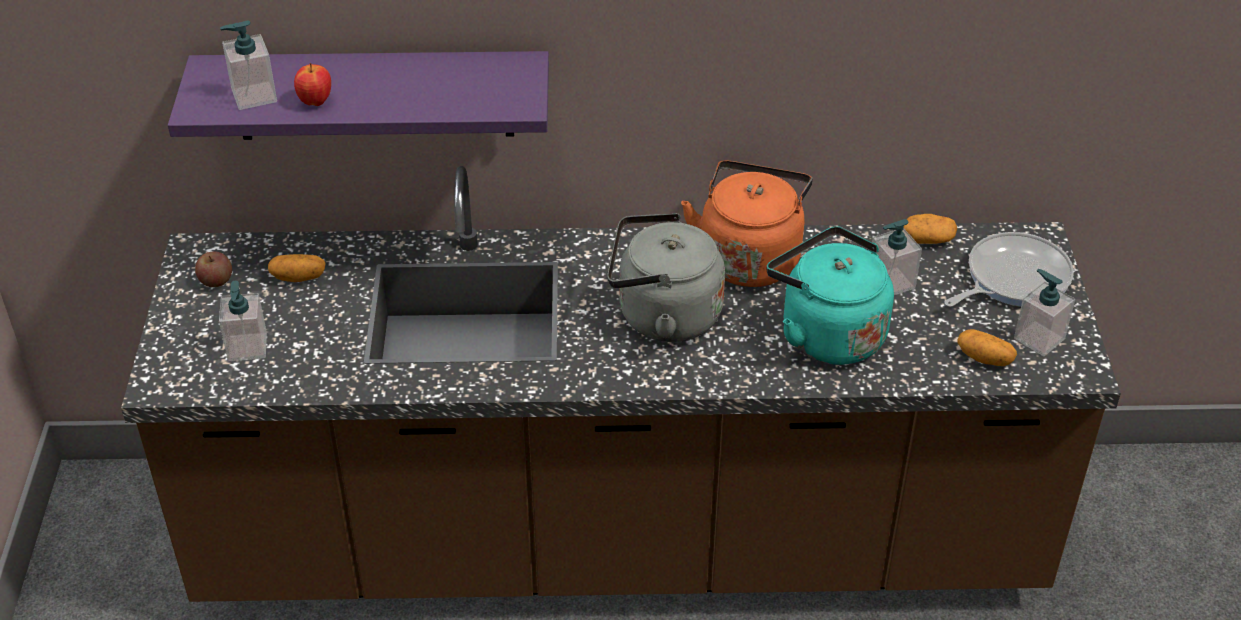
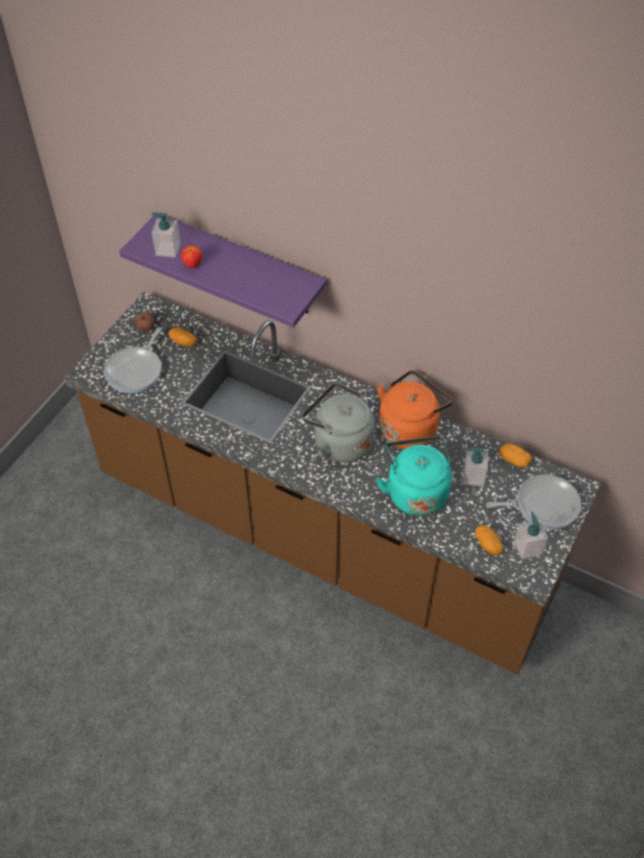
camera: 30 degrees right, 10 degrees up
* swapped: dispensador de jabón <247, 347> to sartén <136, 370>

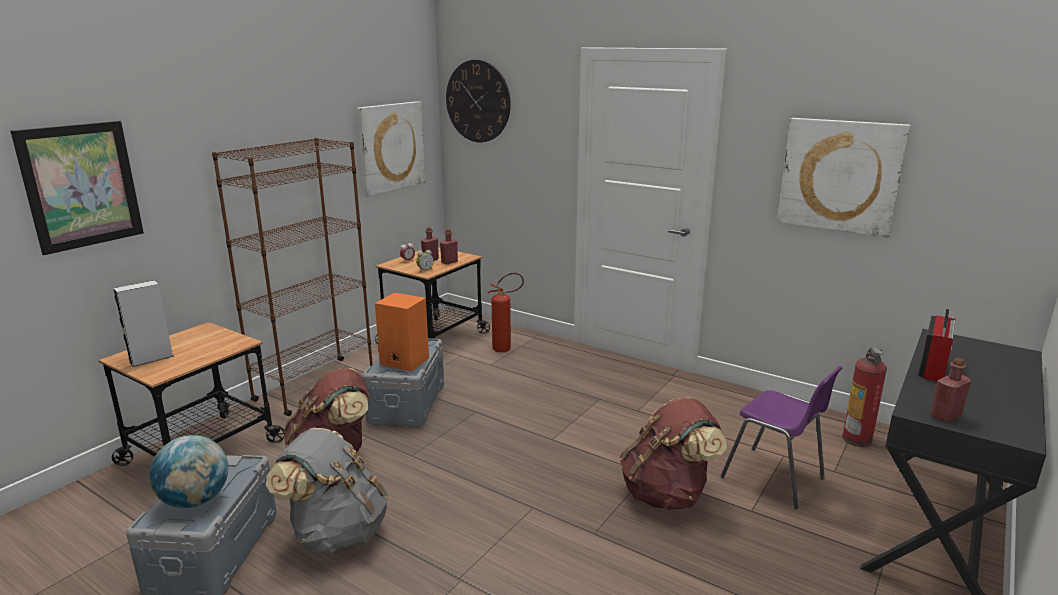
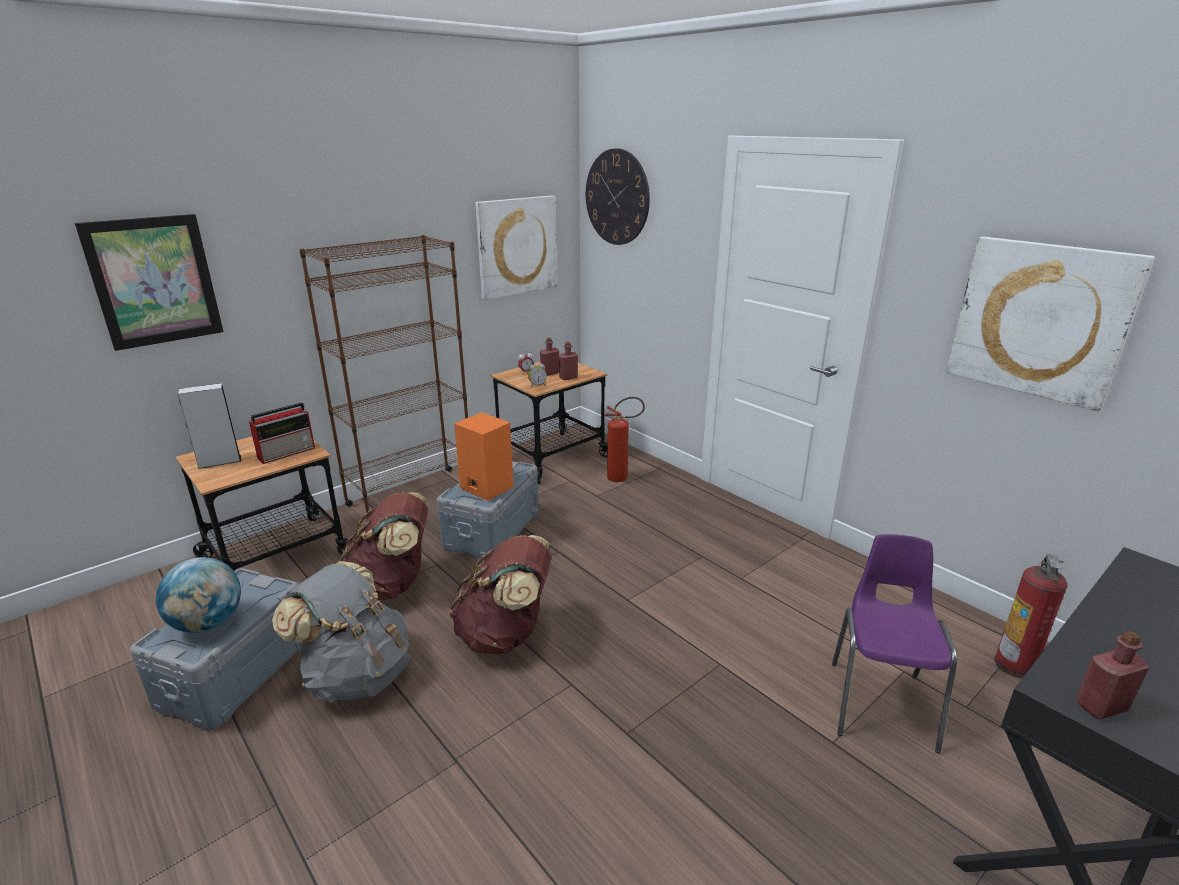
camera: 15 degrees right, 5 degrees up
* shifted: radio <933, 368> to <287, 452>
* shifted: mochila (marrón) <667, 494> to <505, 634>
* rotated: silla (morado) <775, 479> = <880, 702> 135 degrees counterclockwise

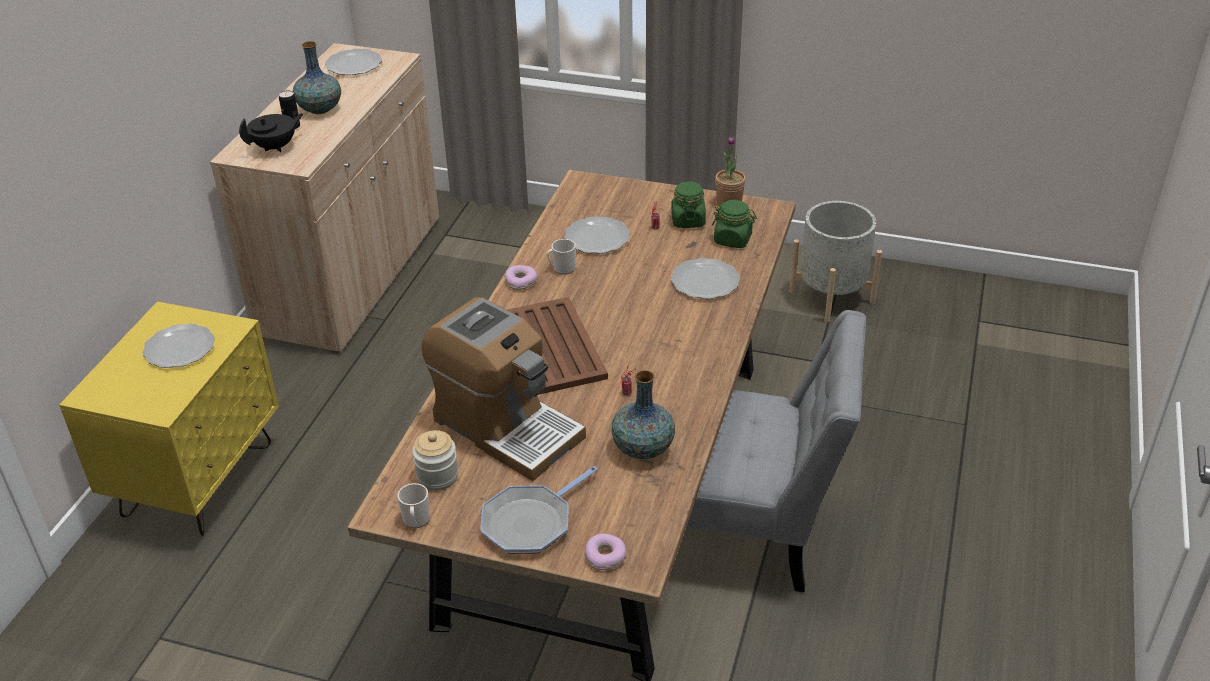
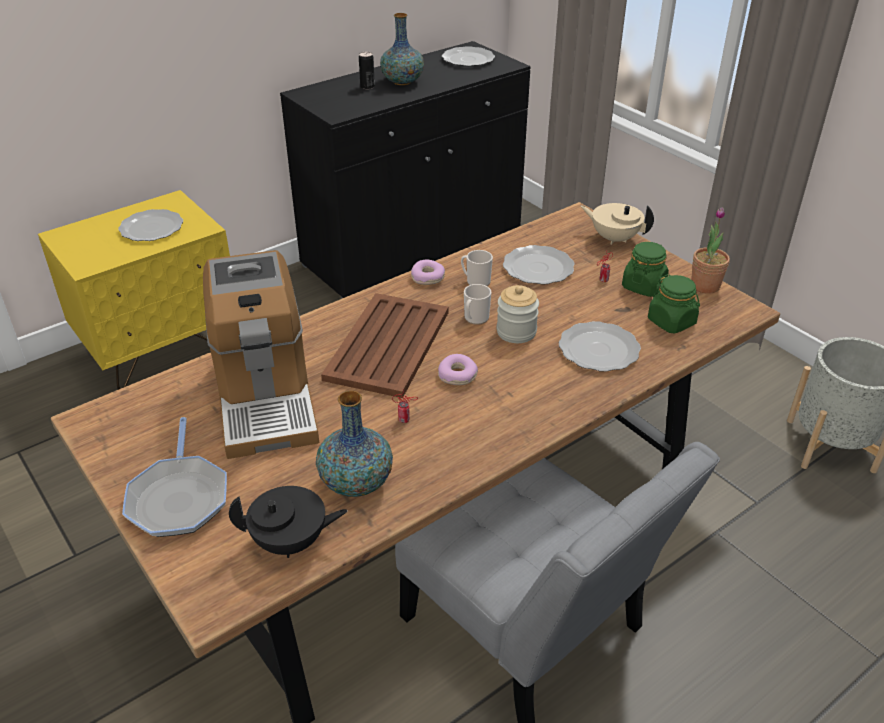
camera: 35 degrees right, 0 degrees up
* rotated: sartén <530, 522> = <179, 497> 90 degrees counterclockwise
* shifted: tetera (negro) <276, 147> to <291, 542>
* repainted: armario (beis) <352, 276> to armario (negro) <413, 248>
* shifted: rosquilla <605, 556> to <458, 375>
* shifted: taza grande <416, 521> to <475, 319>
* shifted: tarro <437, 476> to <516, 332>
* new: tetera (beis) <614, 238>

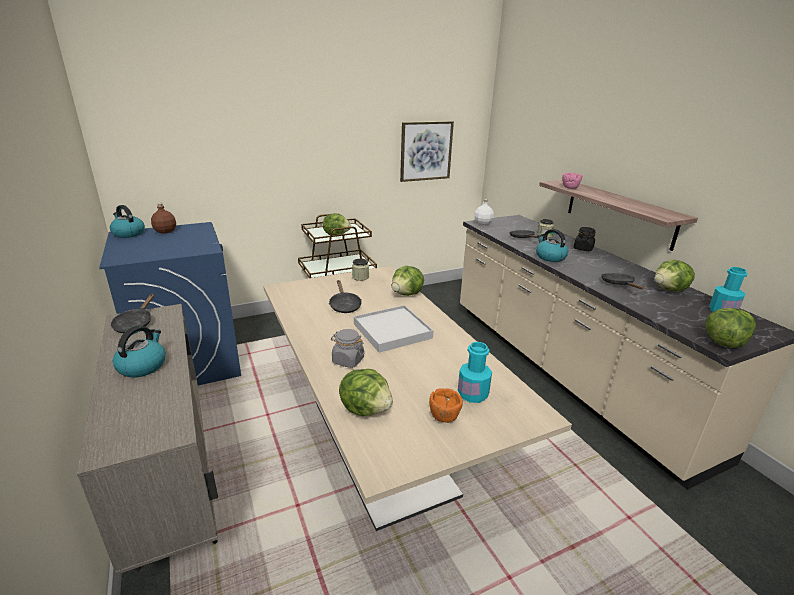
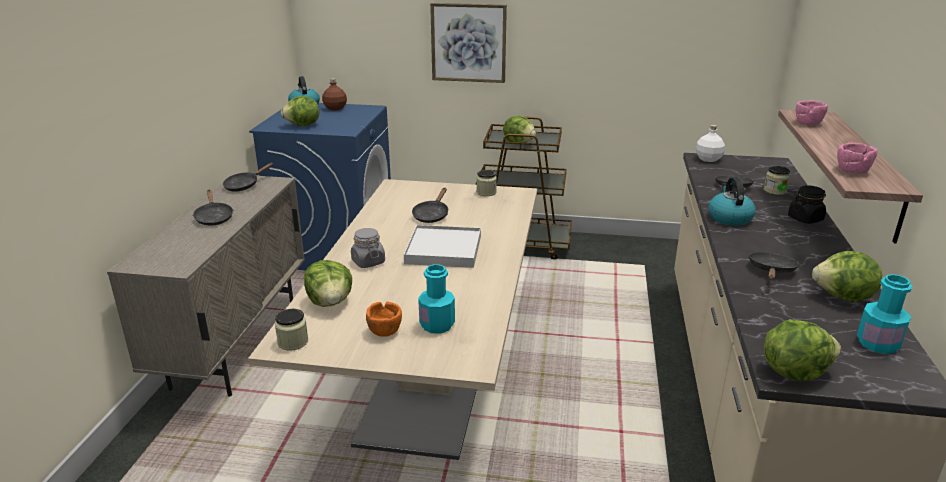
camera: 35 degrees right, 0 degrees up
* swapped: hervidor <142, 366> to sartén (negro) <213, 217>
* new: tarro <293, 342>
* shifted: lechuga <407, 294> to <303, 125>
* shifted: cuadro <426, 151> to <468, 43>
* new: cuenco (rosa) <852, 170>

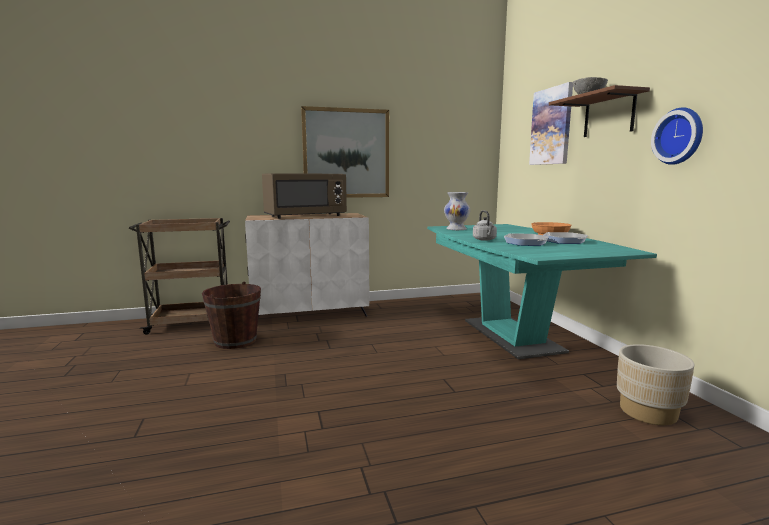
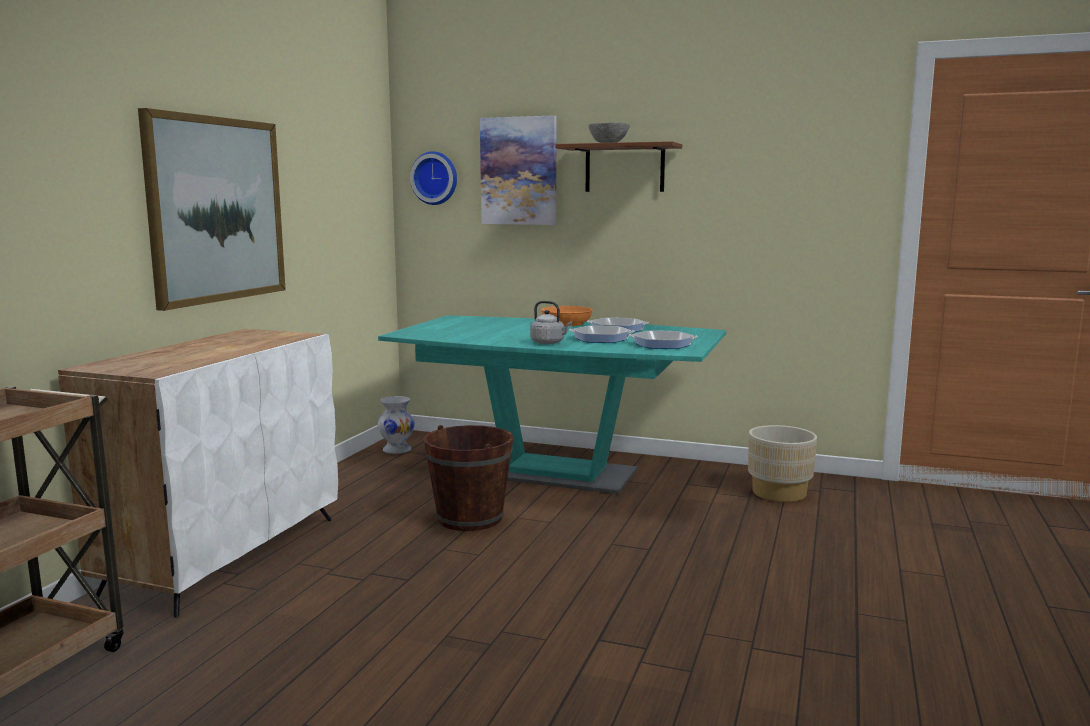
camera: 55 degrees left, 0 degrees up
* shifted: florero (blanco) <456, 229> to <397, 450>
* shifted: reloj de pared <680, 136> to <435, 178>
* shifted: cubo (marrón) <235, 341> to <470, 518>
* new: sartén <662, 344>
* gone: microondas (marrón) <305, 216>

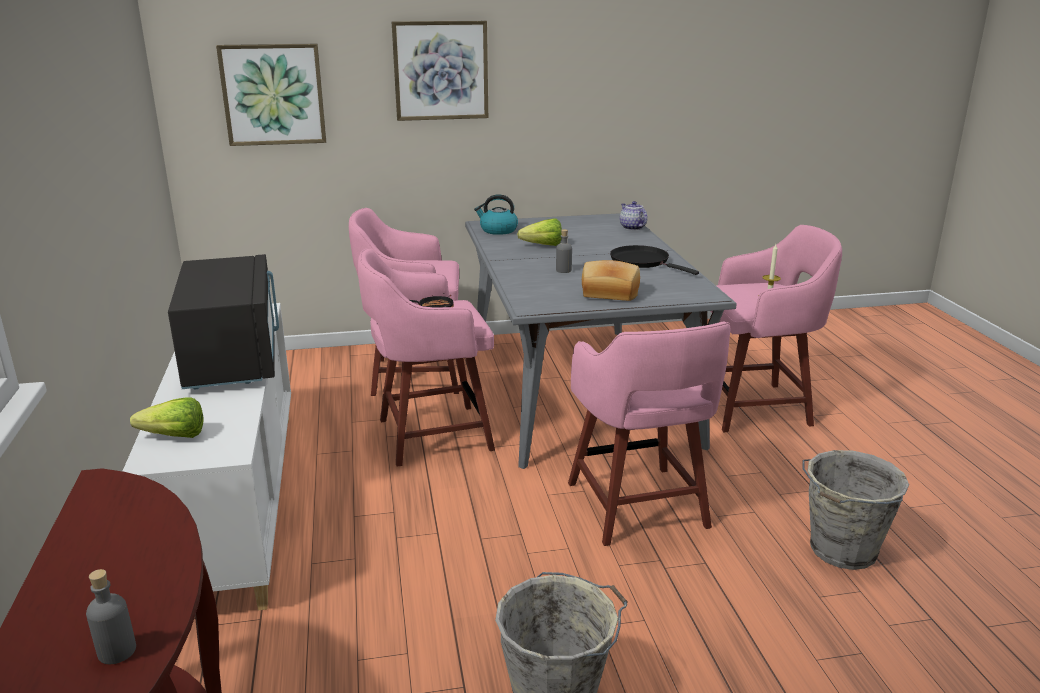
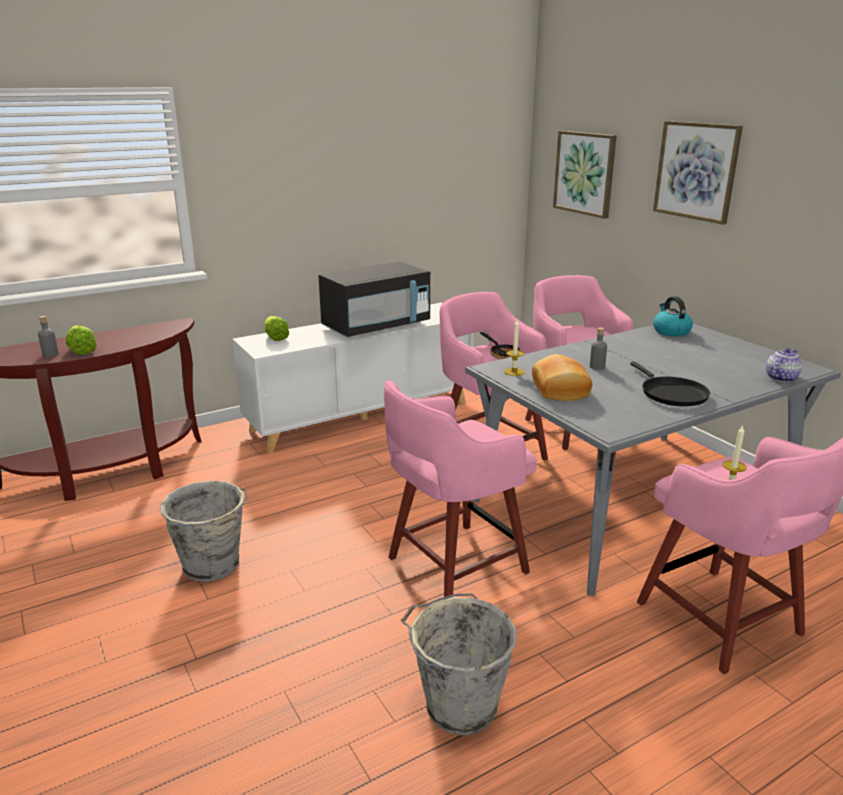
camera: 70 degrees right, 0 degrees up
* shifted: lechuga <539, 246> to <82, 349>
* new: vela <514, 372>
* rotated: sartén (negro) <643, 261> = <671, 394> 135 degrees clockwise

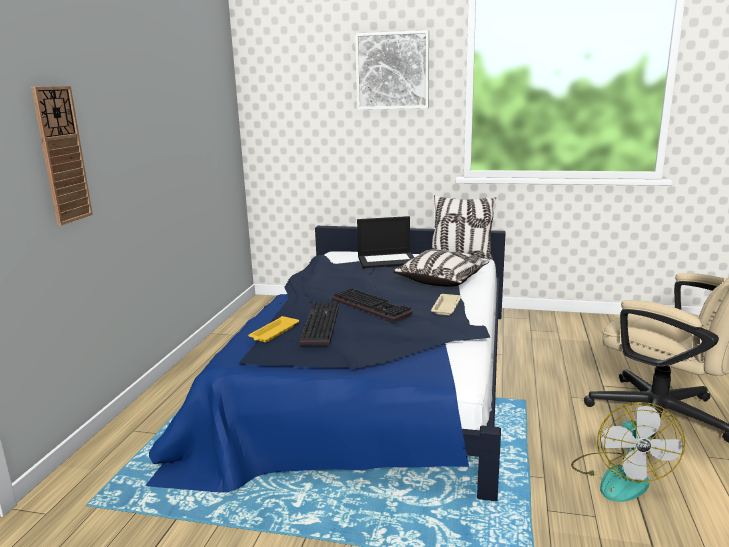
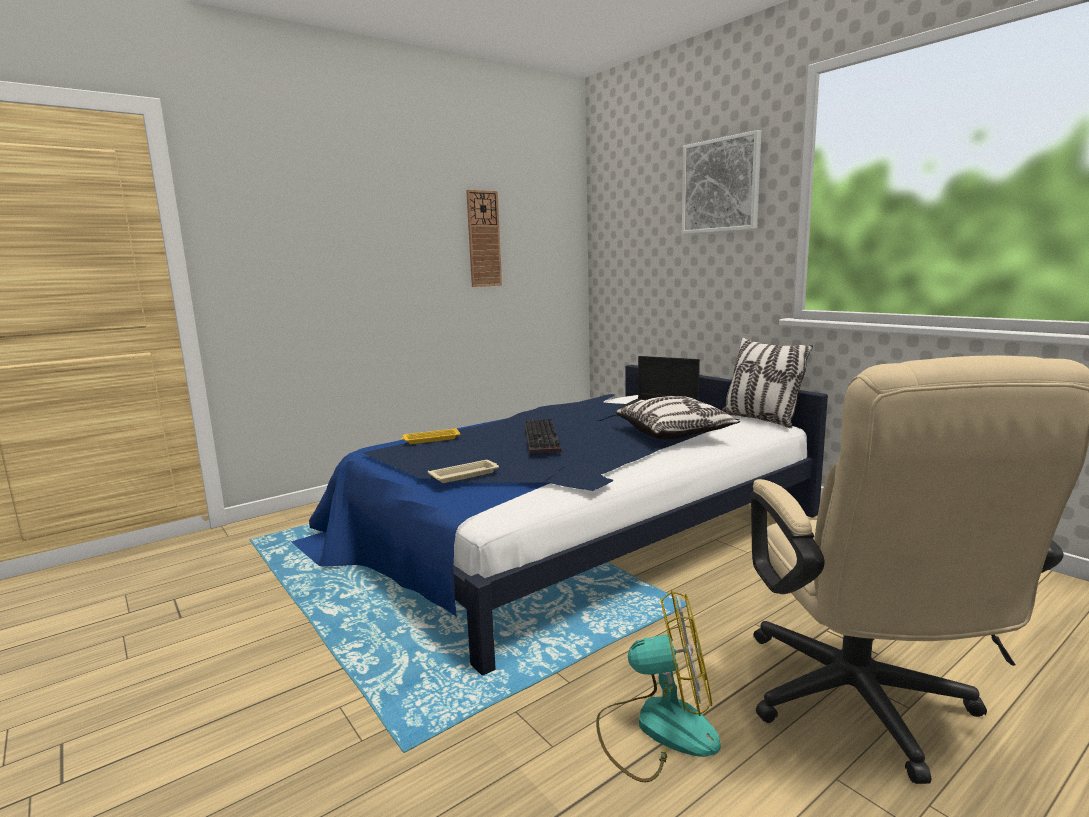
camera: 40 degrees right, 5 degrees down
* shifted: bandeja (beis) <446, 307> to <465, 475>
* shifted: reloj de pared <62, 155> to <483, 239>
* rotated: ventilador <620, 476> = <657, 728> 135 degrees counterclockwise
* gone: teclado <319, 324>

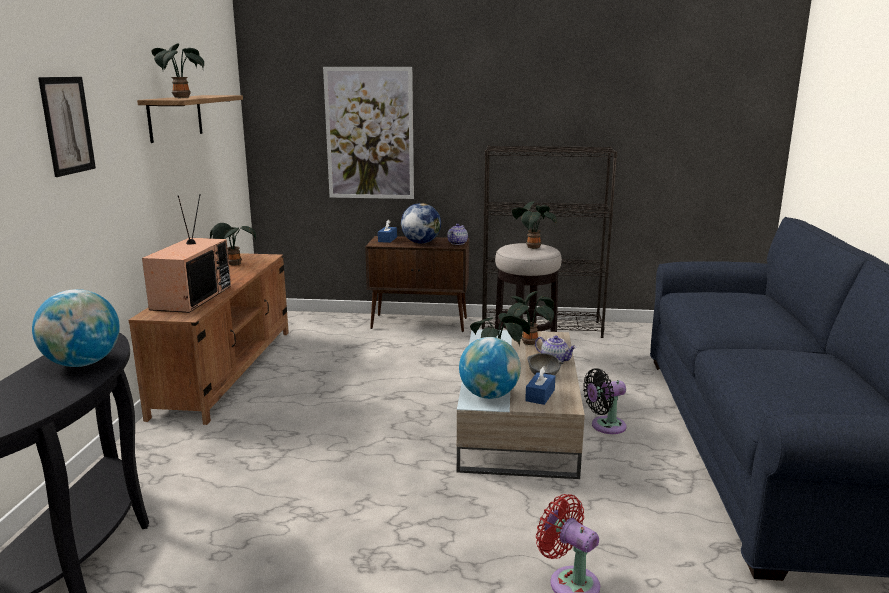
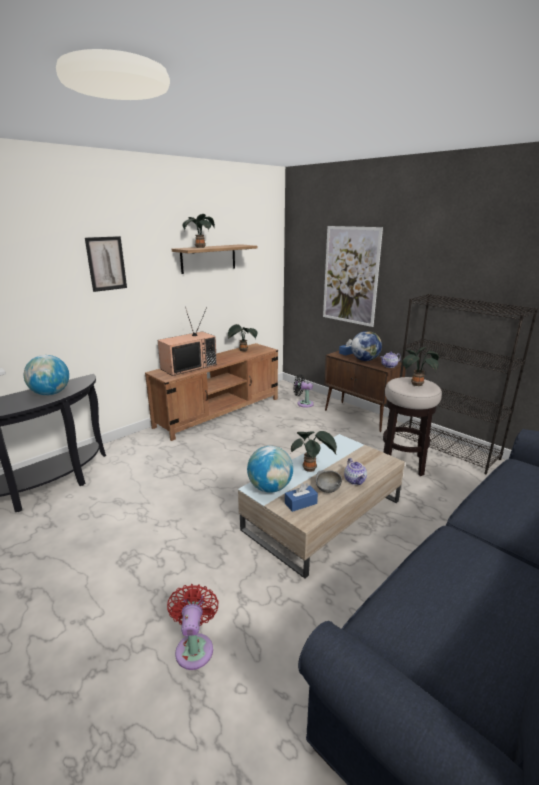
camera: 40 degrees right, 5 degrees up
* shifted: ventilador (negro) <605, 426> to <303, 403>
* gone: planta en maceta <529, 342>

